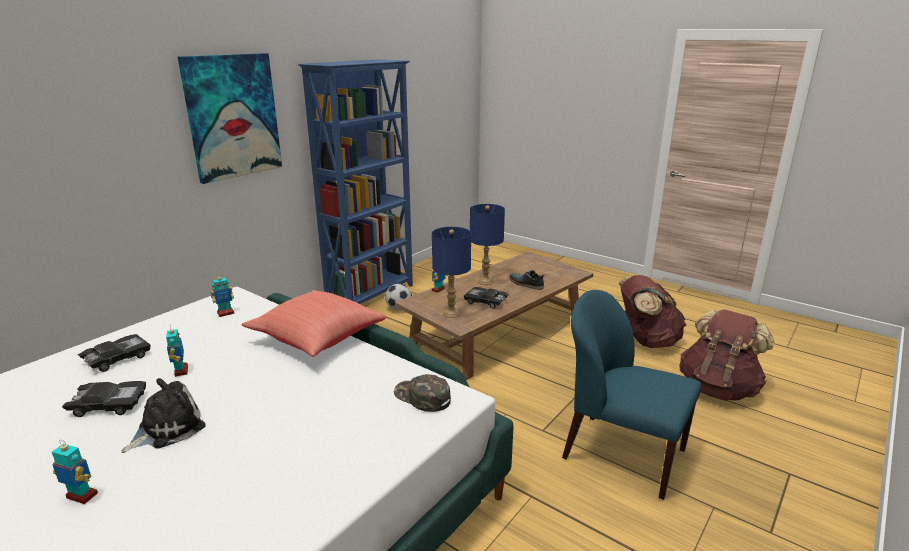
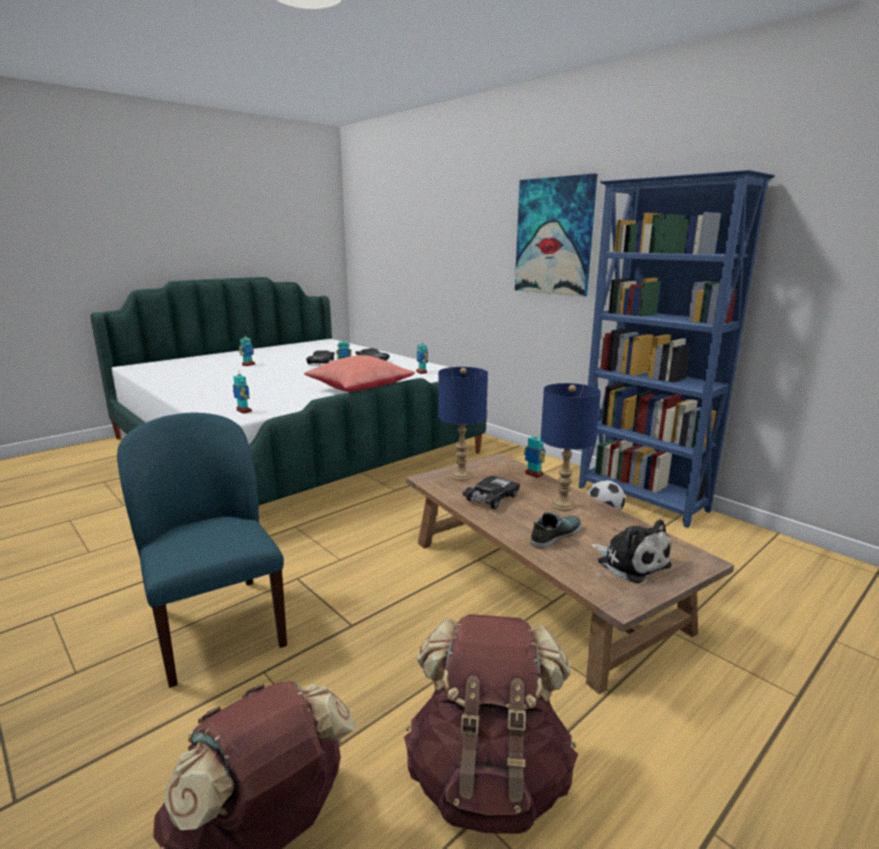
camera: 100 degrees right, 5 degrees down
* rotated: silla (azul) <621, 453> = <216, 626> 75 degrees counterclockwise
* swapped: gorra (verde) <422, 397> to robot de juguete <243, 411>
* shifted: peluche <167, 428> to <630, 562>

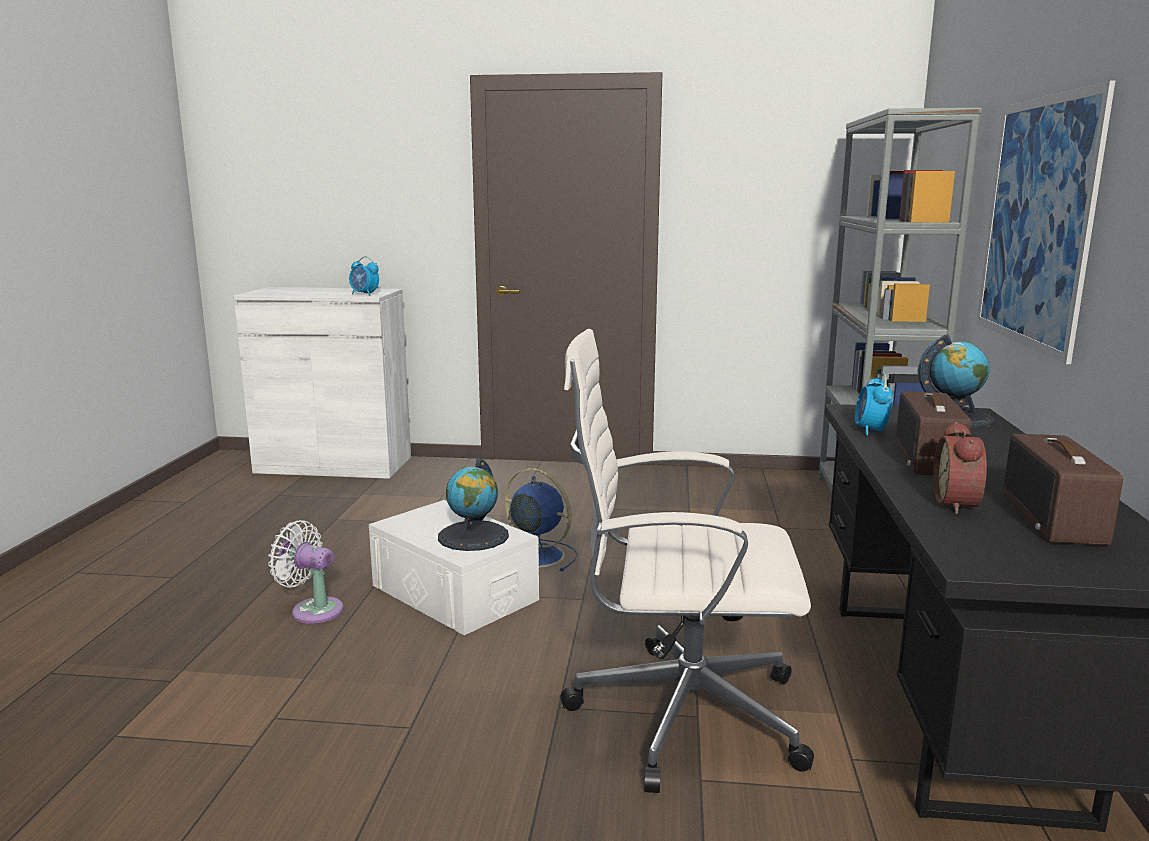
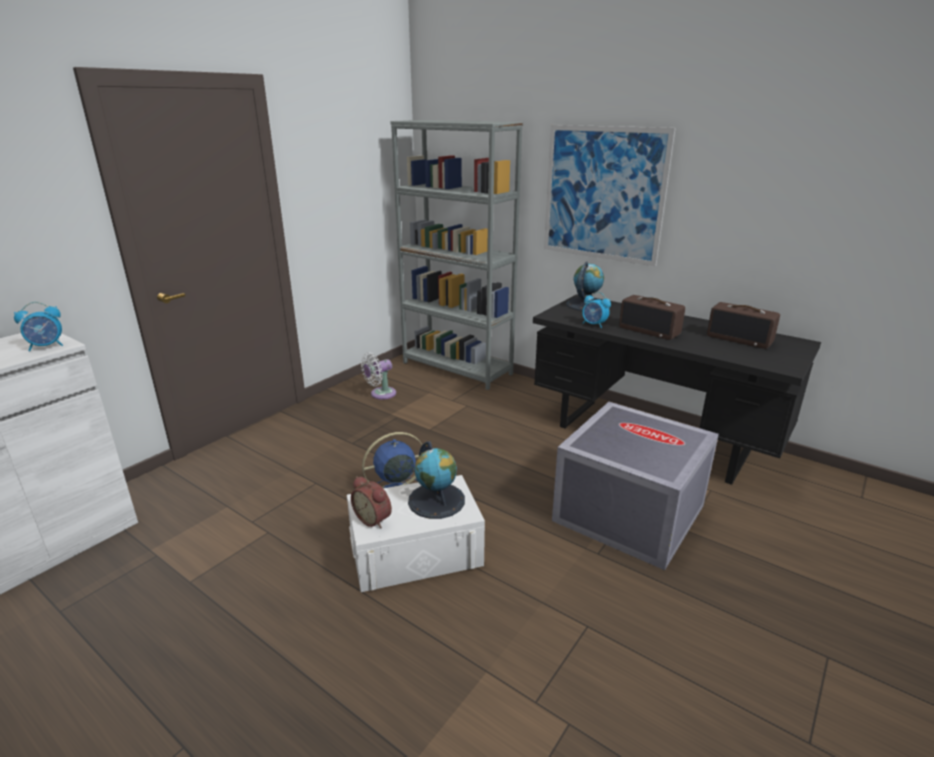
camera: 60 degrees left, 10 degrees up
* shifted: despertador <959, 504> to <374, 518>
* shifted: ventilador (blanco) <313, 610> to <380, 394>
* swapped: silla de oficina (blanco) <680, 713> to caja de almacenaje (gris) <626, 513>

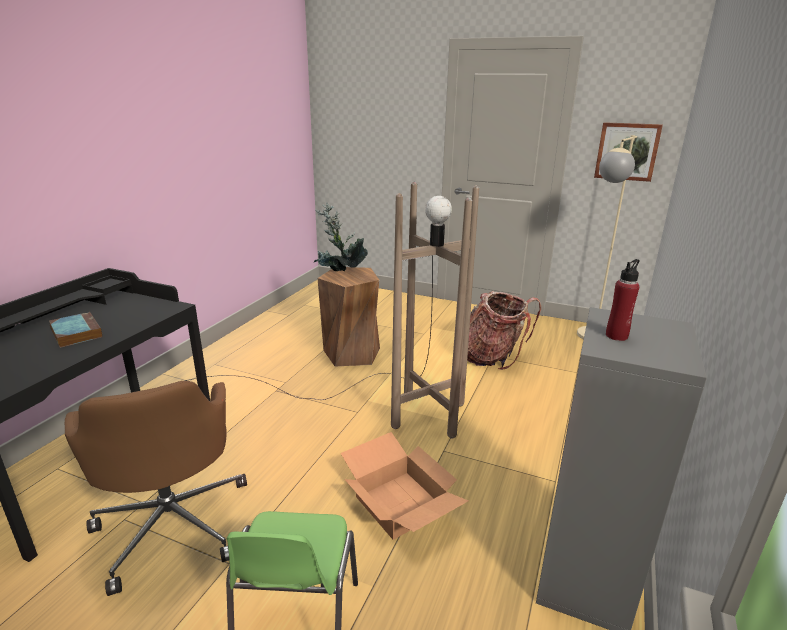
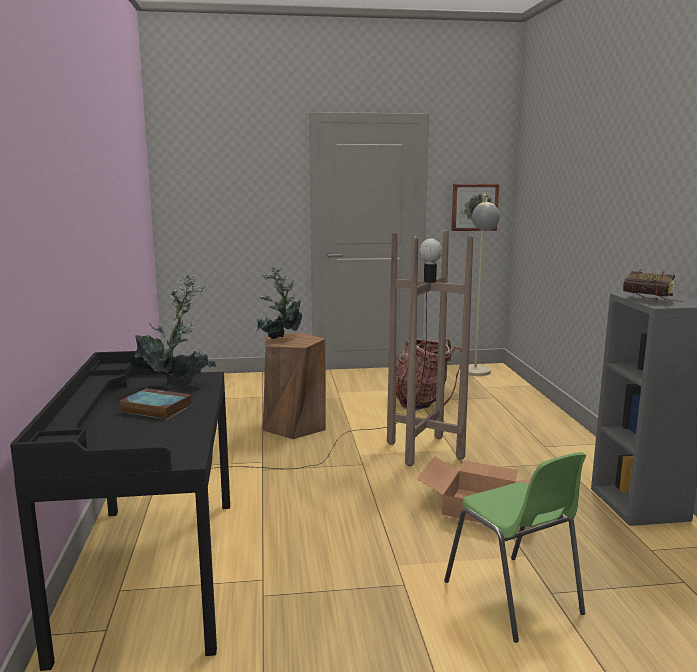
camera: 30 degrees left, 10 degrees down
* new: planta en maceta <177, 385>
* swapped: botella (rojo) <616, 336> to libro <652, 300>
* gone: silla de oficina (marrón) <173, 523>

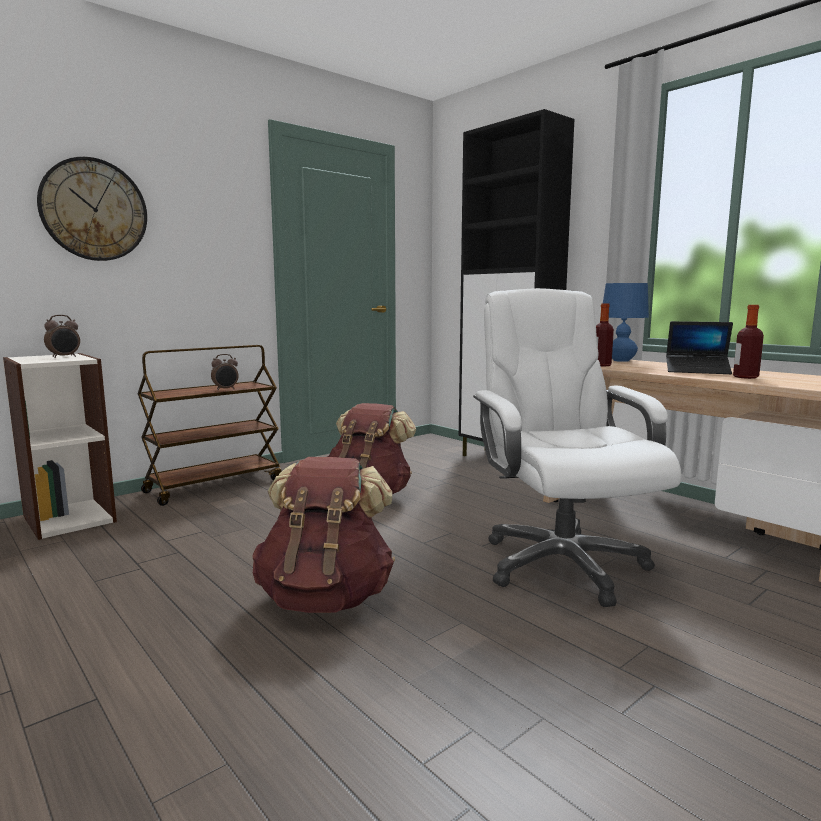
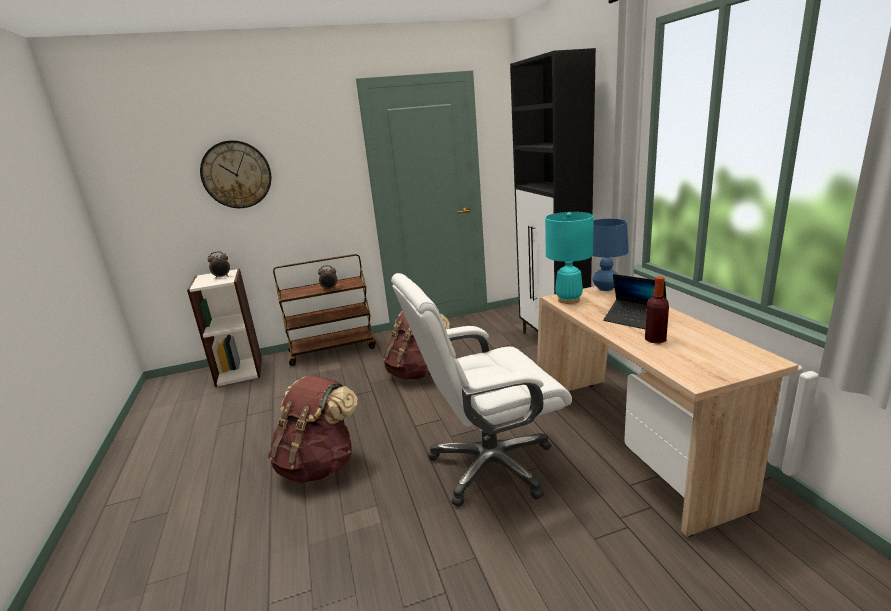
camera: 25 degrees right, 10 degrees up
* rotated: silla de oficina (blanco) <561, 564> = <490, 465> 120 degrees counterclockwise
* swapped: botella <601, 365> to lámpara de mesa (turquesa) <569, 300>

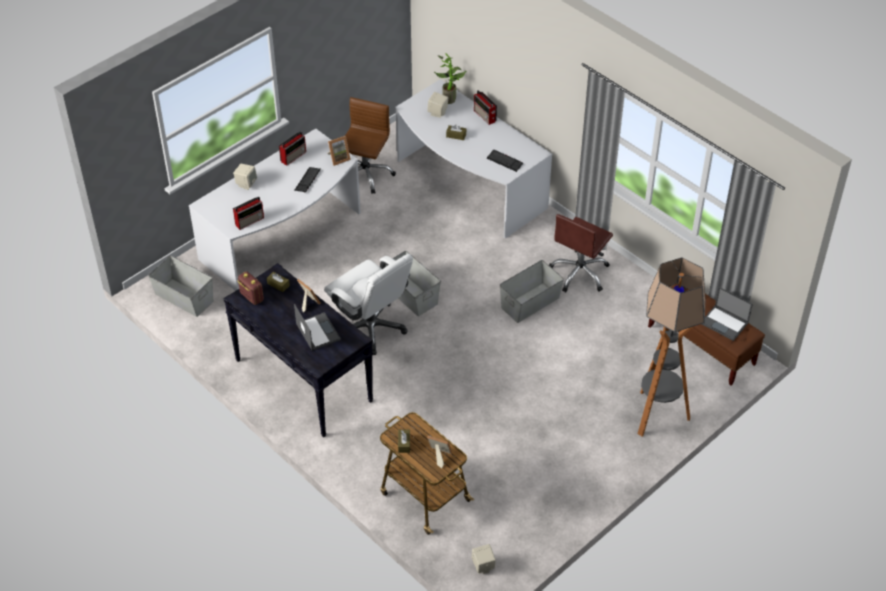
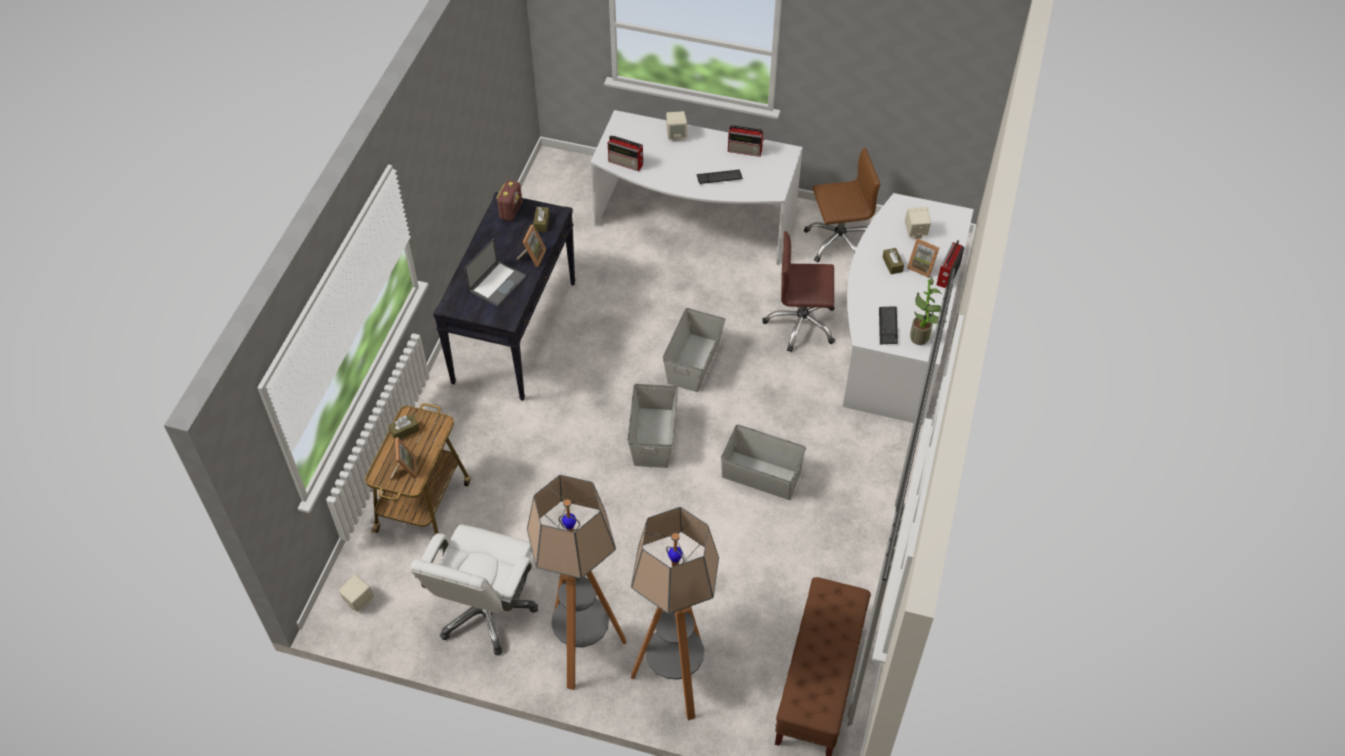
camera: 60 degrees right, 5 degrees up
* shifted: silla de oficina (blanco) <371, 328> to <486, 611>
* new: lámpara de pie <583, 650>
* shifted: caja de almacenaje (gris) <184, 297> to <654, 437>
* shifted: silla de oficina (marrón) <579, 273> to <801, 324>
* shifted: portarretratos <338, 158> to <922, 267>
* shifted: planta en maceta <450, 98> to <922, 338>
* gone: portátil <725, 323>

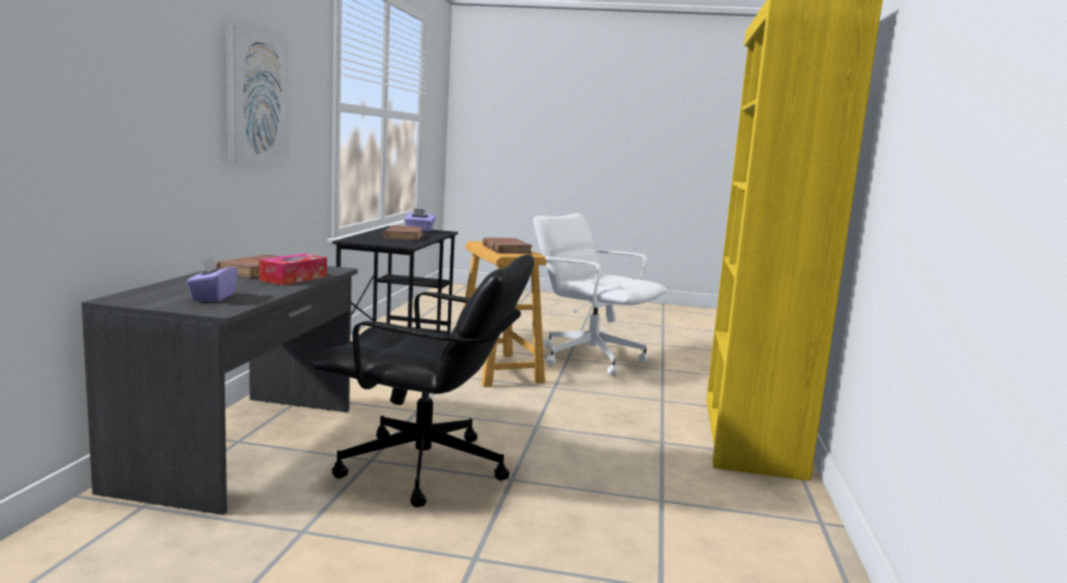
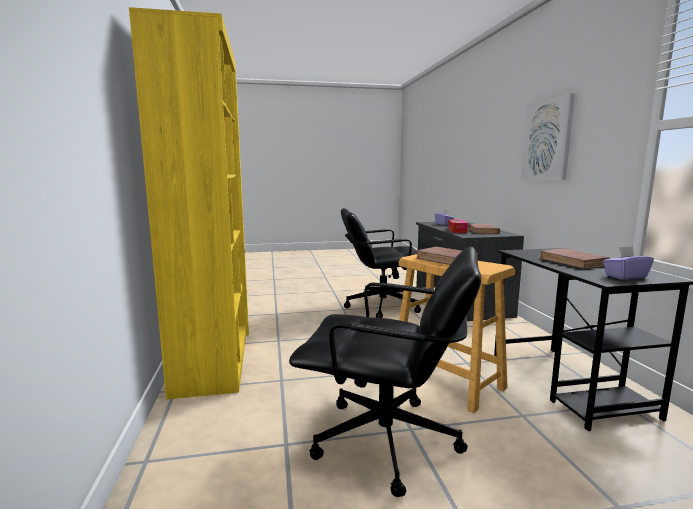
camera: 160 degrees right, 0 degrees up
* repainted: silla de oficina (blanco) <590, 358> to silla de oficina (negro) <387, 442>

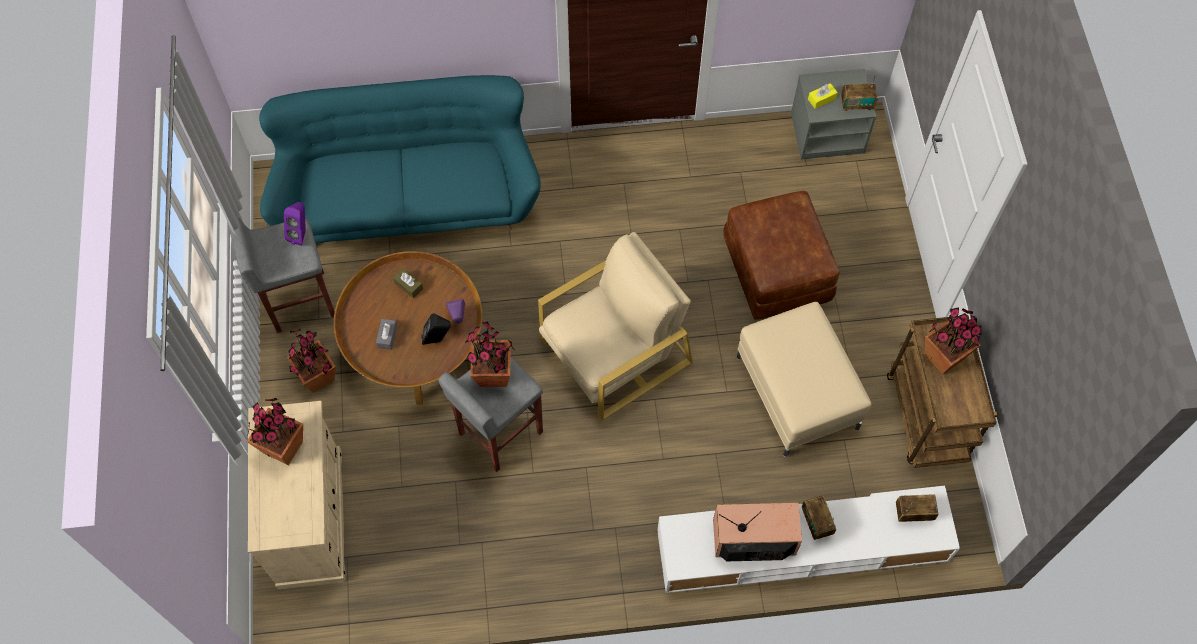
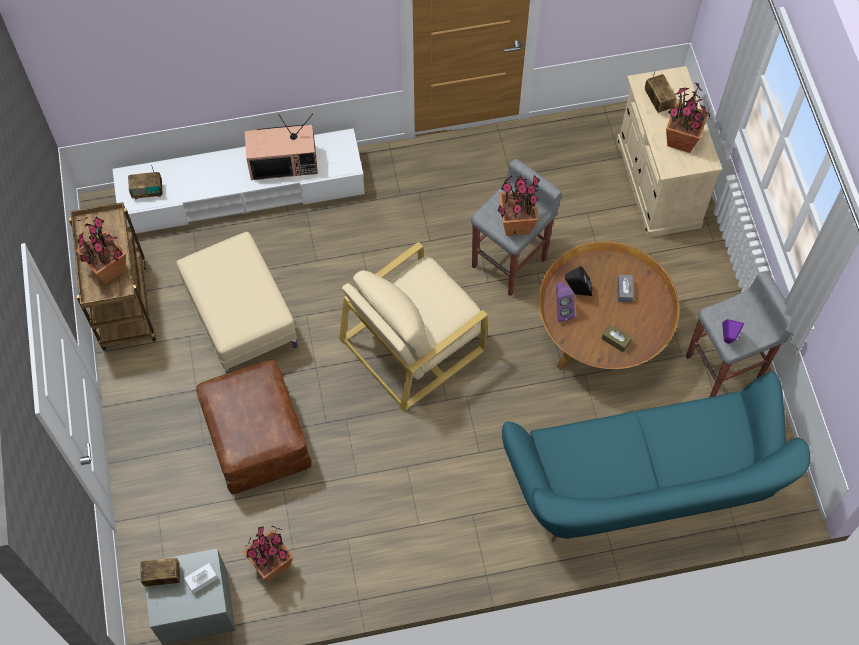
camera: 175 degrees right, 0 degrees up
* repainted: caja de pañuelos (amarillo) <821, 99> to caja de pañuelos (blanco) <201, 580>
* shifted: planta en maceta <317, 377> to <272, 564>
* shifted: radio <816, 522> to <658, 101>

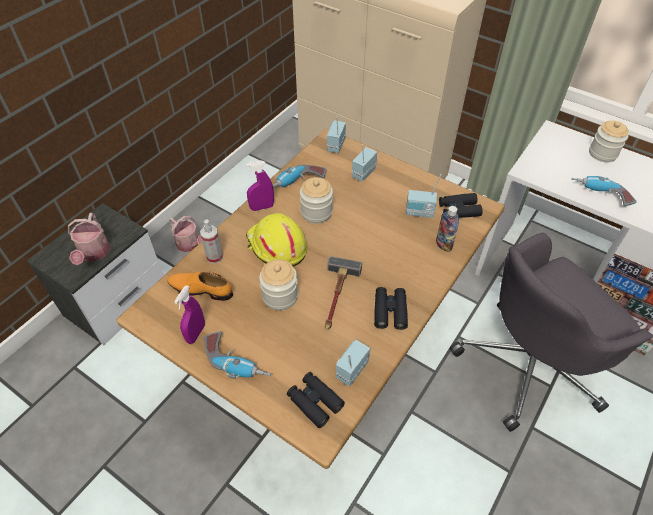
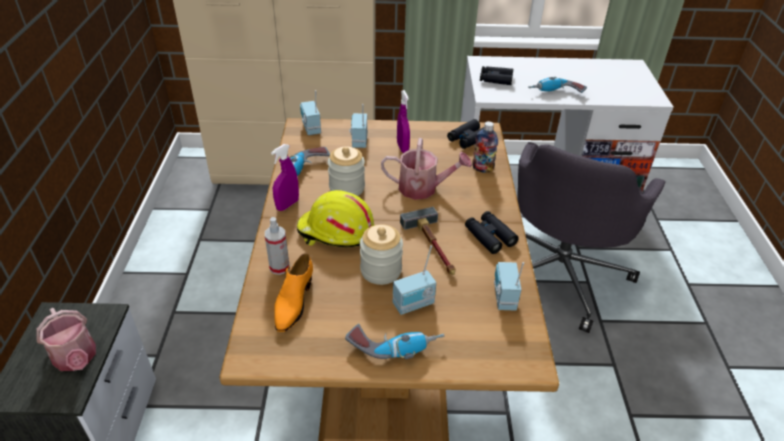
camera: 35 degrees left, 10 degrees down
* rotated: zapato (naranja) <201, 289> = <293, 302> 60 degrees counterclockwise
* shifted: regadera <190, 245> to <423, 188>
* shifted: radio <419, 213> to <414, 305>
* shifted: pulverizador (morado) <196, 333> to <402, 147>
* shifted: prismáticos (negro) <315, 402> to <495, 79>
* gone: tarro <602, 153>

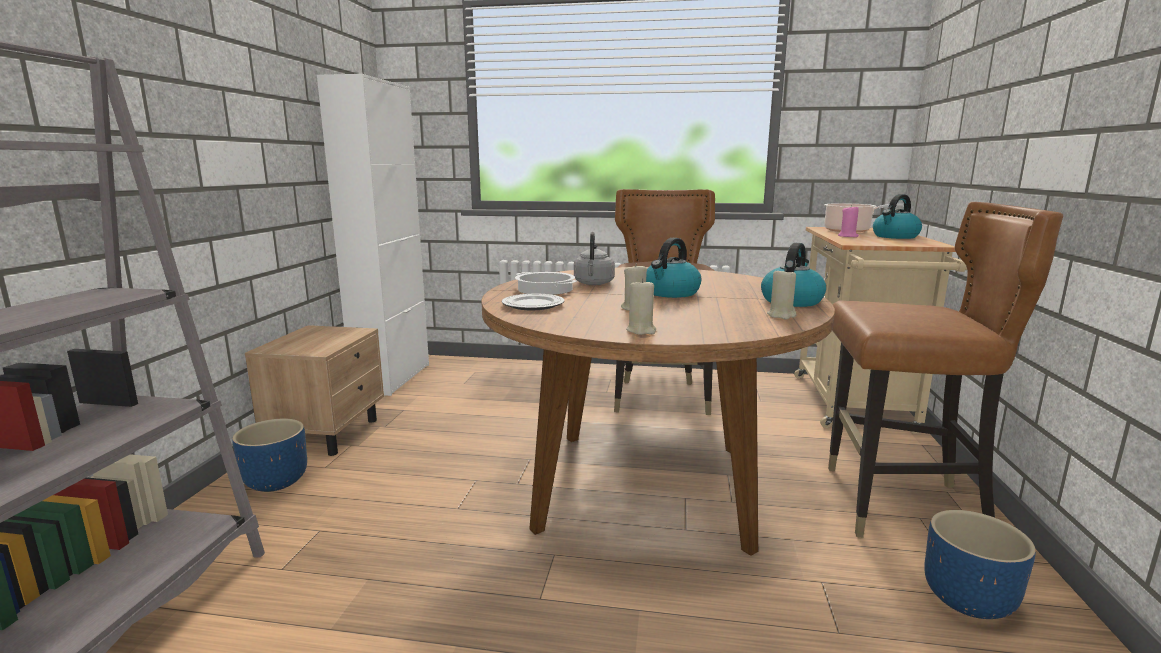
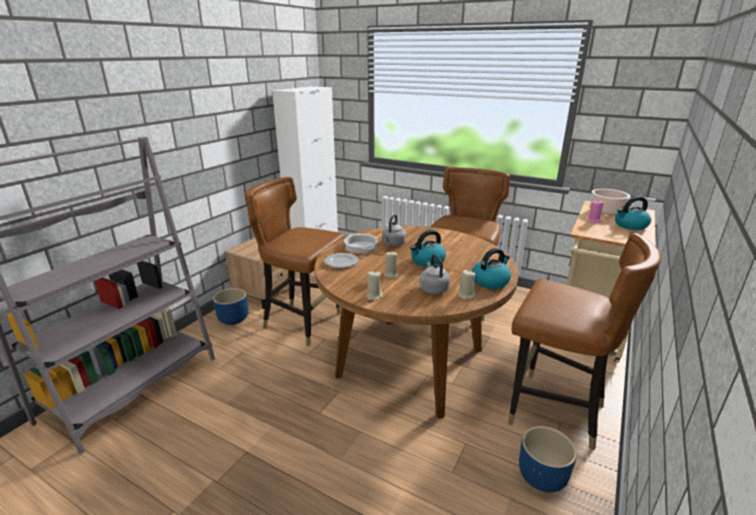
camera: 20 degrees right, 10 degrees up
* new: silla (marrón) <303, 322>
* new: hervidor (gris) <433, 289>

